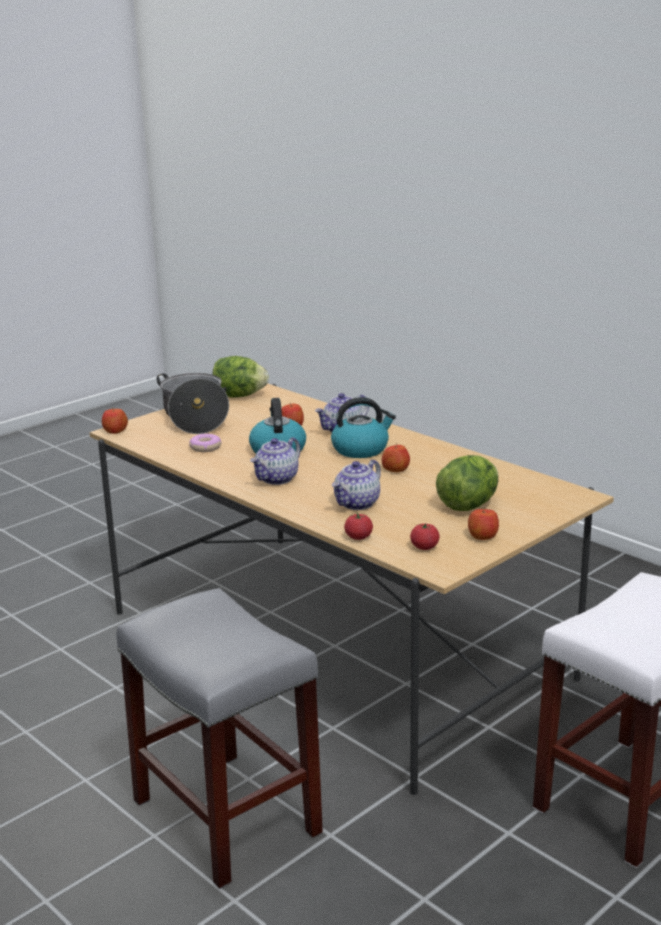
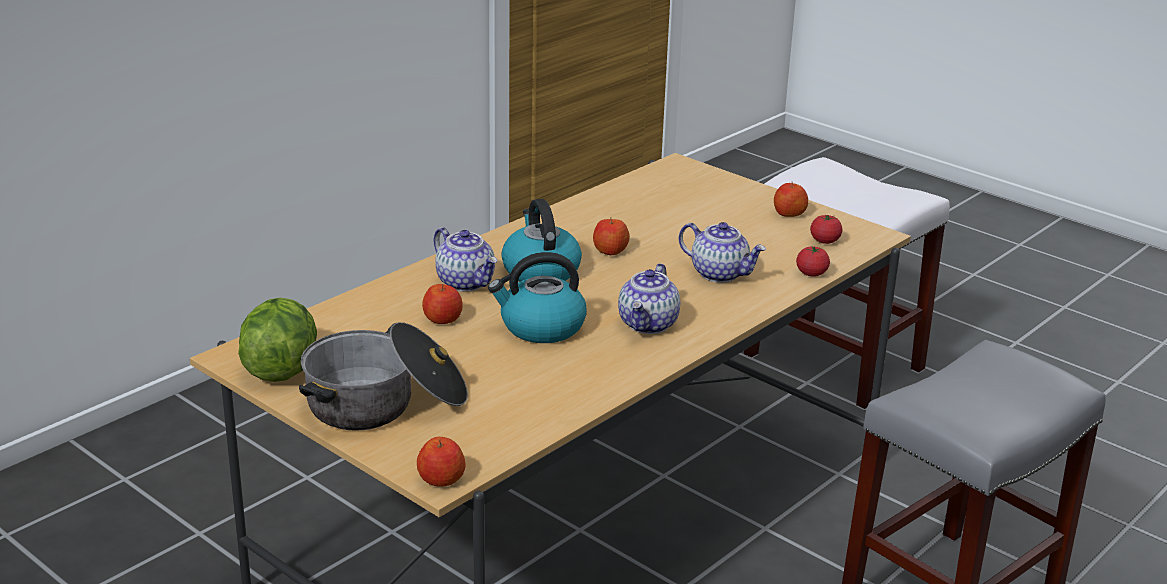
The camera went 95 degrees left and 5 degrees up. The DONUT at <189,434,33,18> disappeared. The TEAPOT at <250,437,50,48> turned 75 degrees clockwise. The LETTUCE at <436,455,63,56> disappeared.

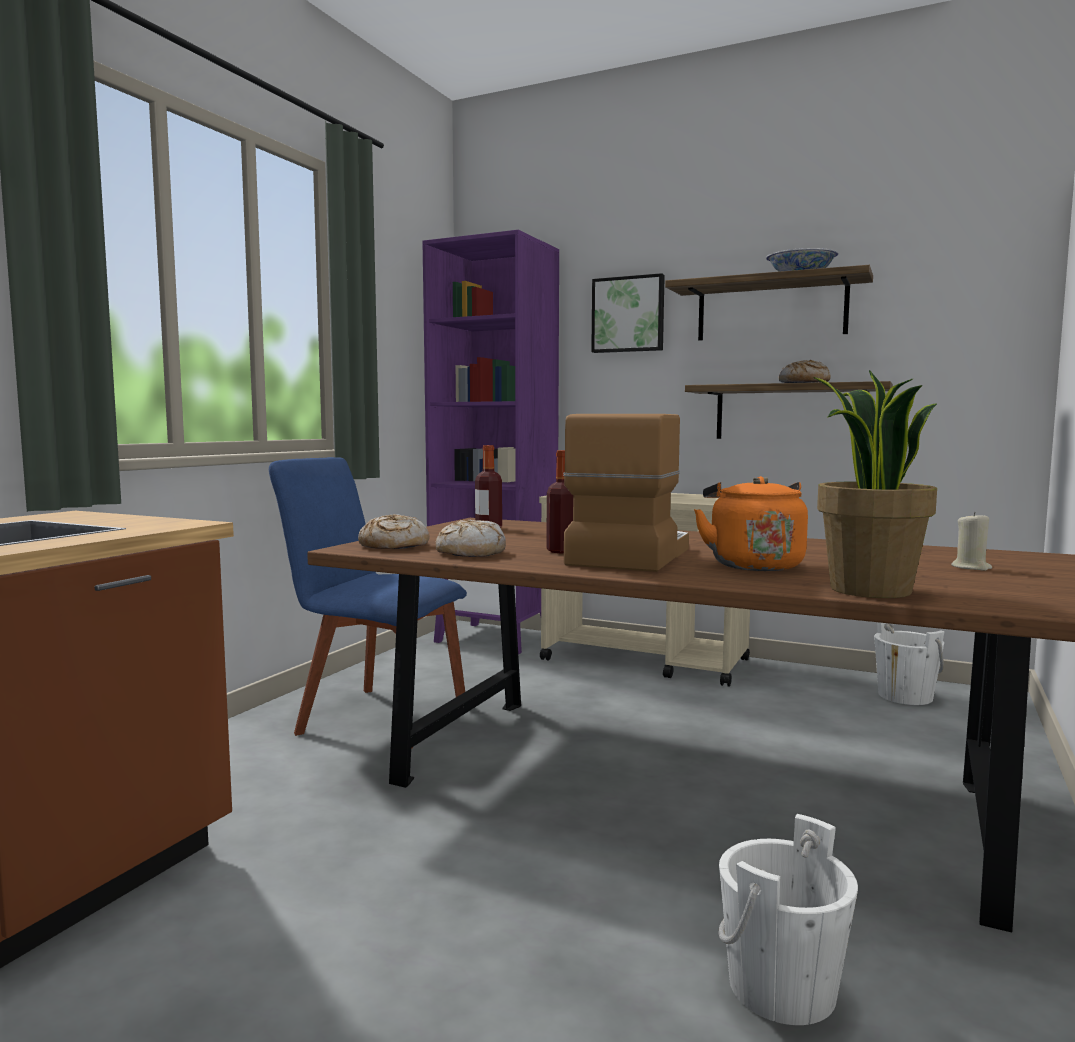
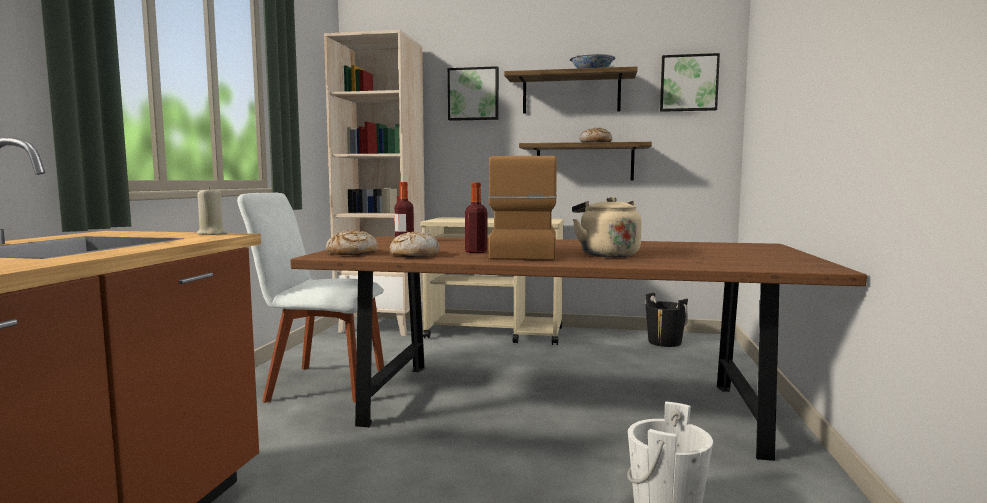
The camera went 15 degrees left and 0 degrees up. The BLUE CHAIR at <269,457,198,292> became the WHITE CHAIR at <237,193,147,210>. The PURPLE BOOKCASE at <422,230,137,424> became the BEIGE BOOKCASE at <324,30,101,306>. The ORANGE KETTLE at <694,476,114,95> became the BEIGE KETTLE at <572,197,70,60>. The POTTED PLANT at <814,370,123,228> disappeared. The WHITE BUCKET at <874,622,70,83> became the BLACK BUCKET at <645,293,43,54>. The BEIGE CANDLE moved from <951,512,41,59> to <197,187,31,48>. The PICTURE at <660,53,60,59> appeared.

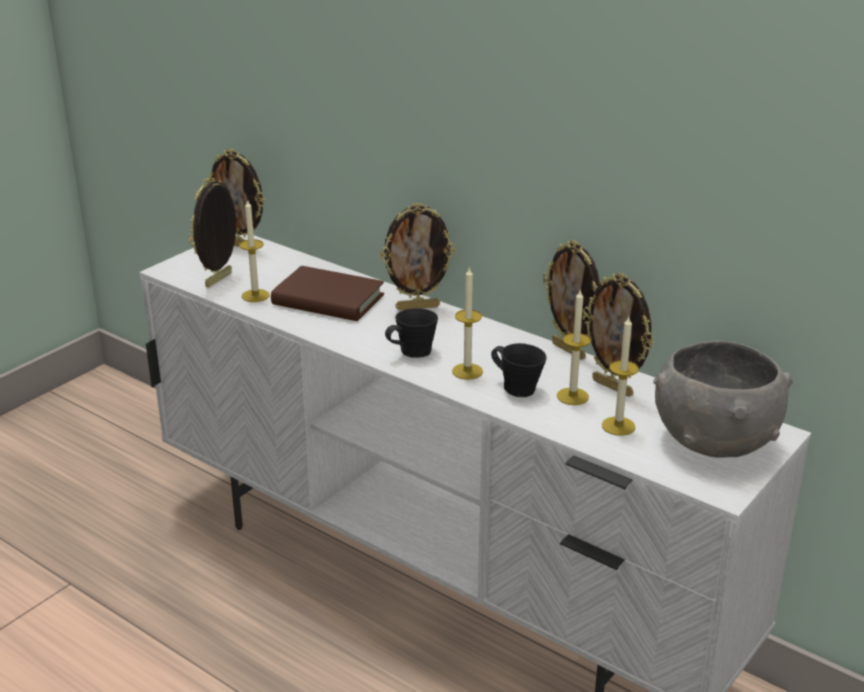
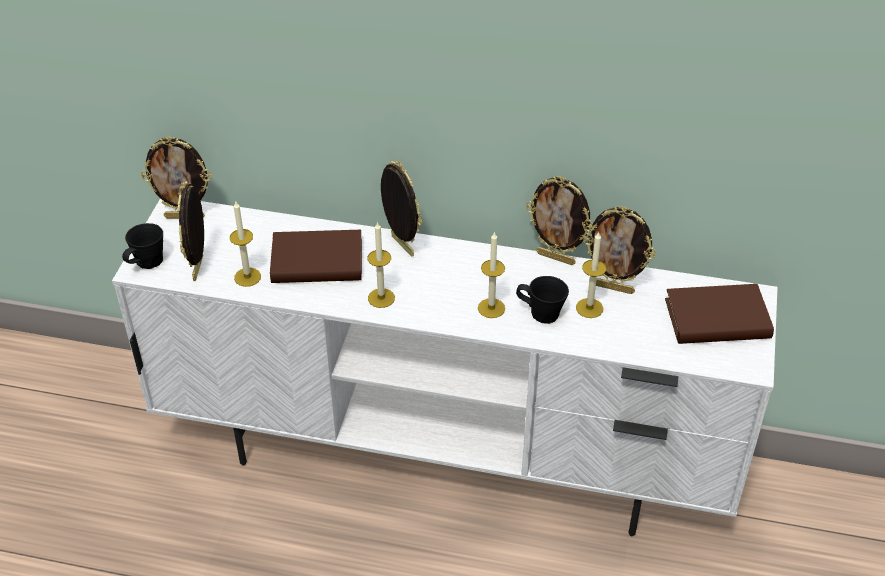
The camera went 25 degrees left and 15 degrees up. The PICTURE FRAME at <380,202,76,108> turned 90 degrees counterclockwise. The BLACK MUG moved from <385,308,53,50> to <122,223,41,46>. The CANDLE moved from <602,317,37,119> to <368,221,27,87>. The GREY BOWL at <653,340,140,118> was replaced by the BROWN BOOK at <665,284,109,60>.

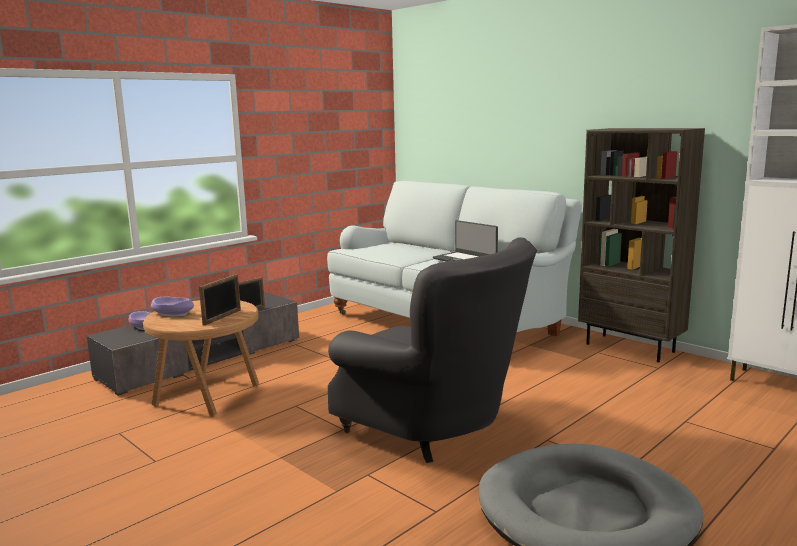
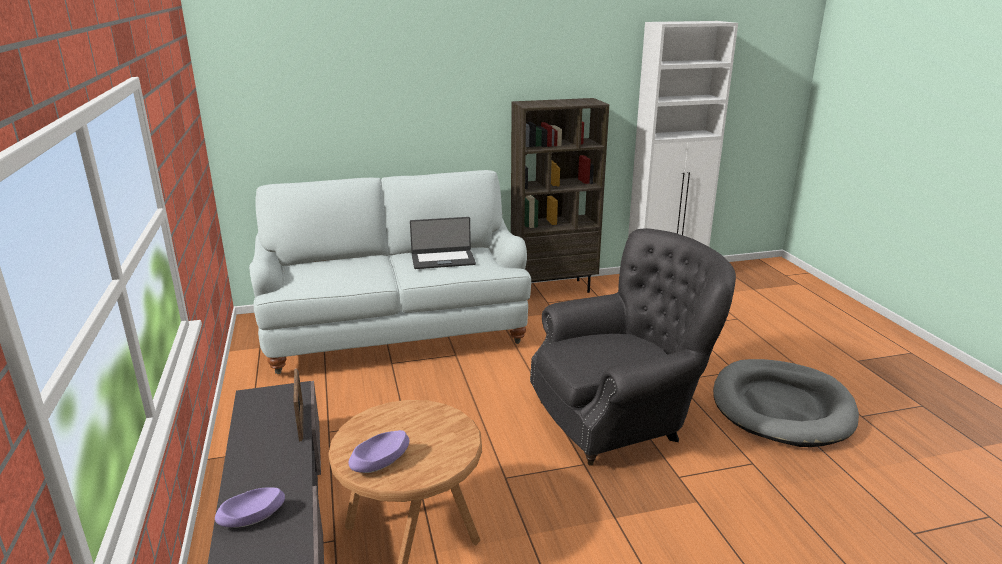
The camera went 60 degrees left and 10 degrees up. The PICTURE FRAME at <199,274,42,52> disappeared.

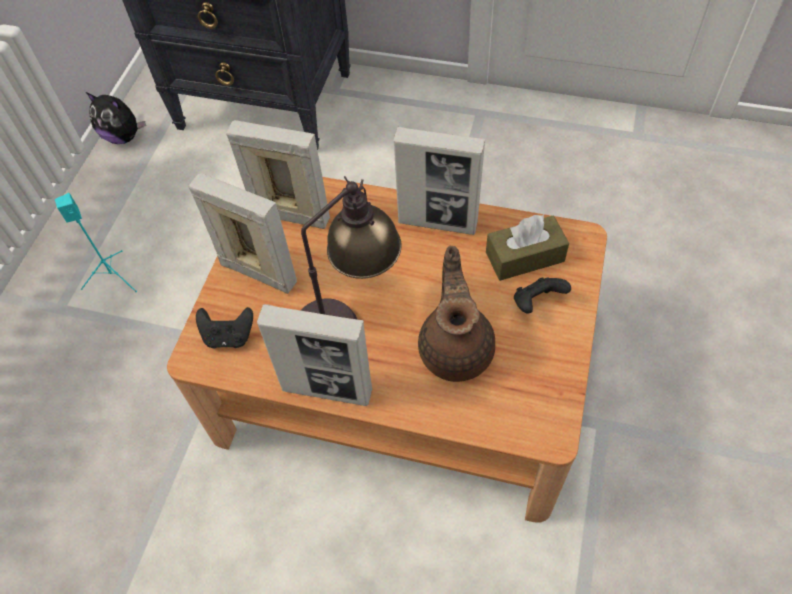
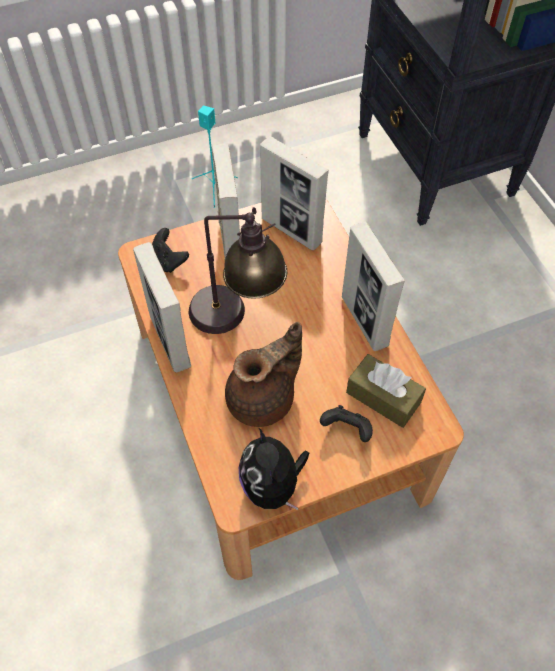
The camera went 50 degrees right and 0 degrees up. The PLUSH TOY moved from <86,92,60,52> to <239,428,70,82>. The PICTURE FRAME at <226,120,104,109> turned 150 degrees clockwise.

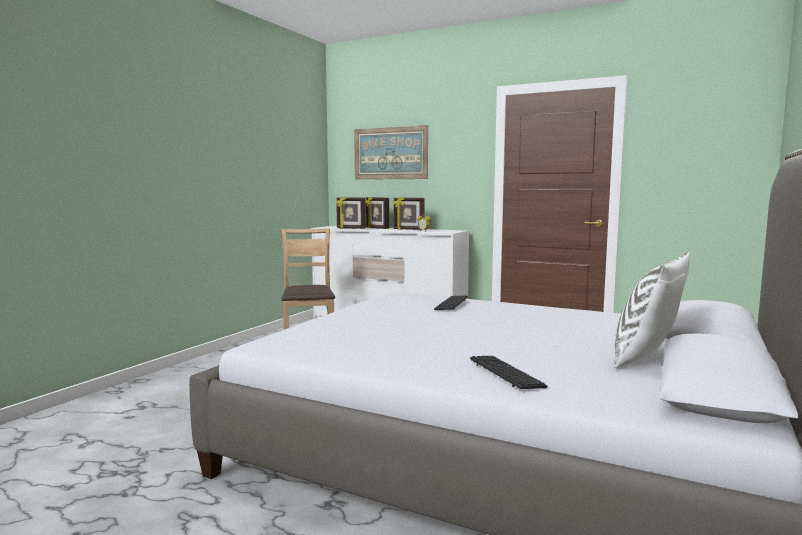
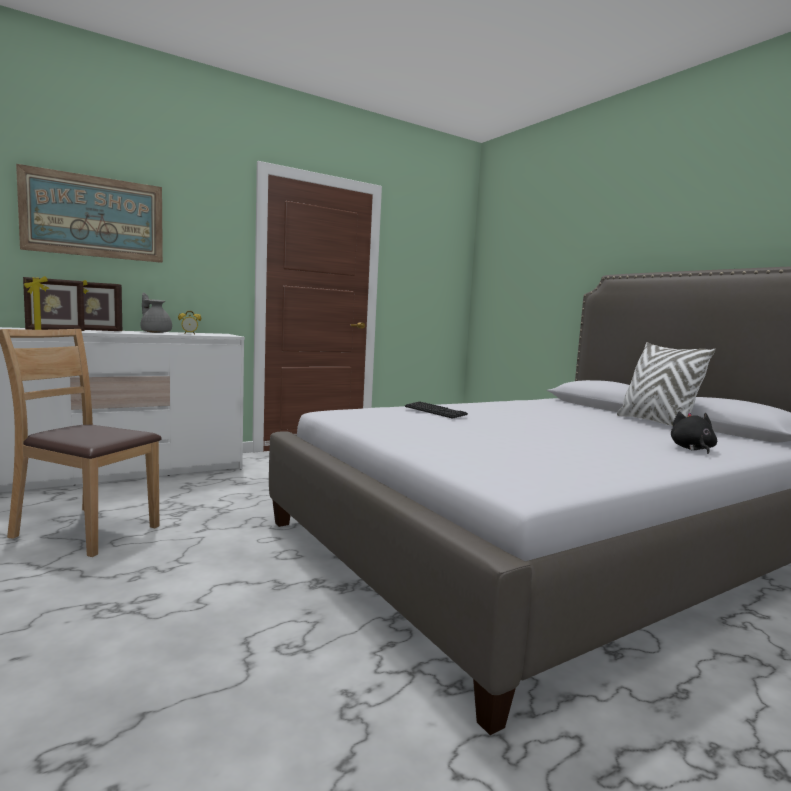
The camera went 60 degrees left and 0 degrees up. The PICTURE FRAME at <393,197,32,33> was replaced by the GREY TEAPOT at <140,292,32,41>. The KEYBOARD at <470,356,77,33> was replaced by the BLACK PLUSH TOY at <671,411,46,43>.

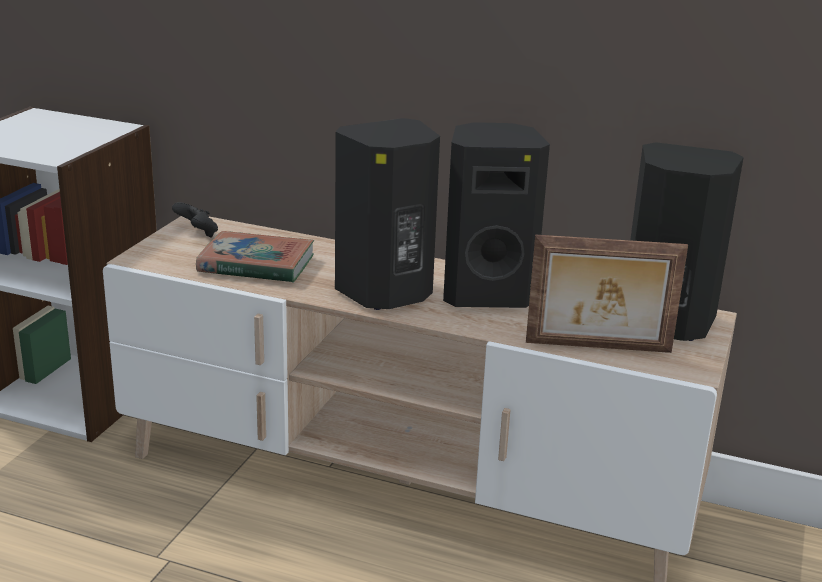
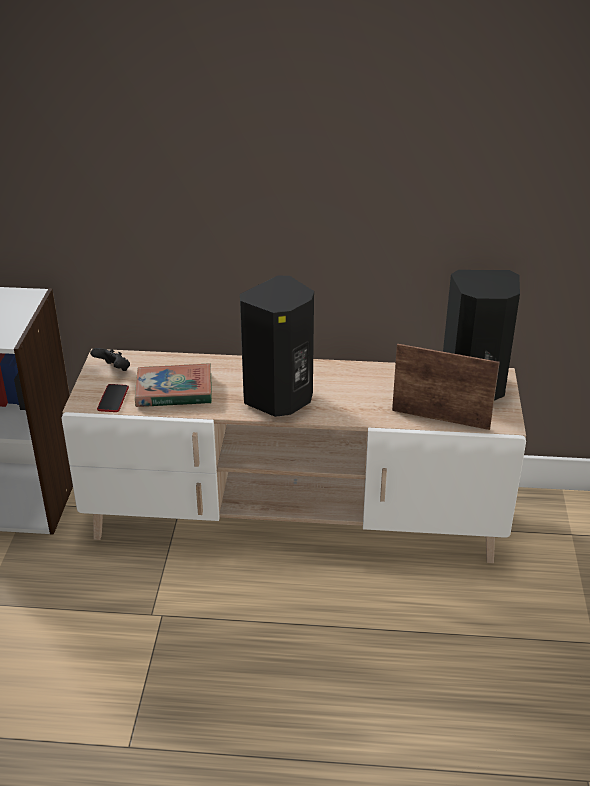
The camera went 15 degrees left and 10 degrees up. The BLACK SPEAKER at <443,122,107,186> disappeared. The PICTURE FRAME at <526,234,162,119> turned 150 degrees counterclockwise. The PHONE at <97,384,32,28> appeared.

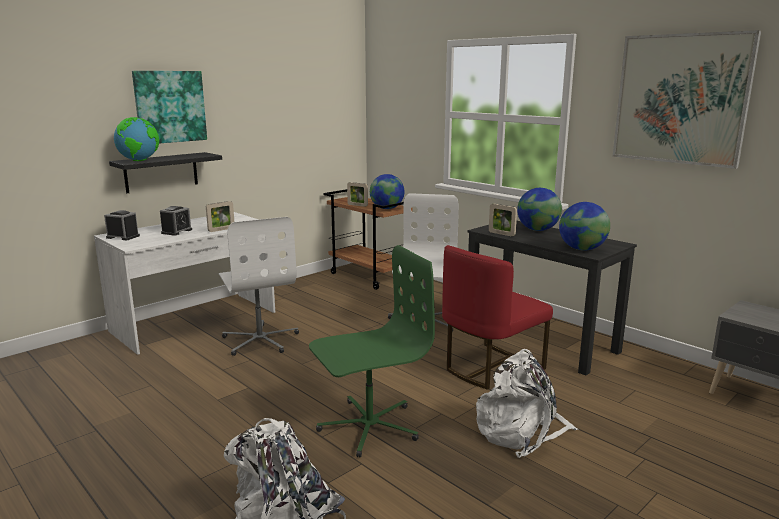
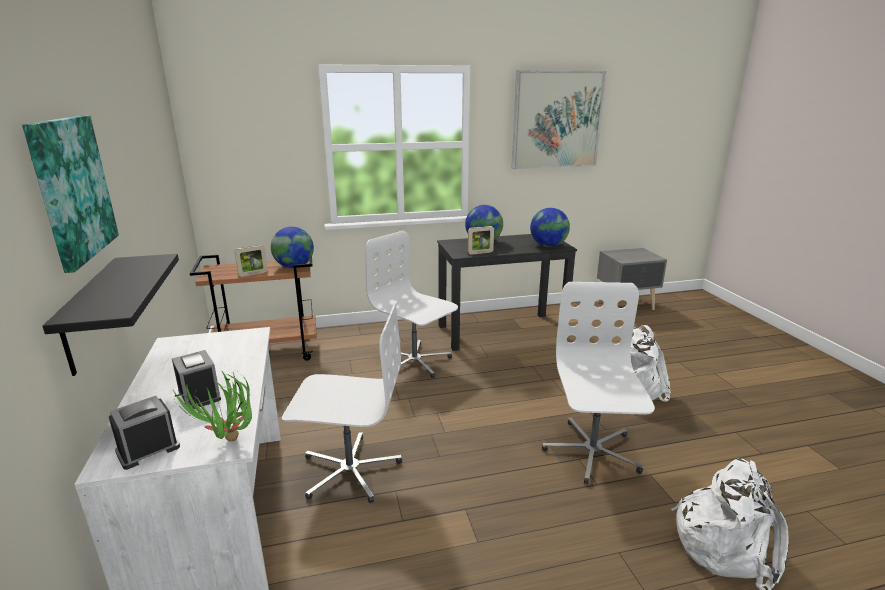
The camera went 60 degrees left and 5 degrees up. The GLOBE at <114,117,45,44> disappeared. The PICTURE FRAME at <206,201,28,31> disappeared. The GREEN OFFICE CHAIR at <309,245,126,212> became the WHITE OFFICE CHAIR at <542,282,113,202>. The RED CHAIR at <442,245,111,145> disappeared. The POTTED PLANT at <173,370,79,72> appeared.

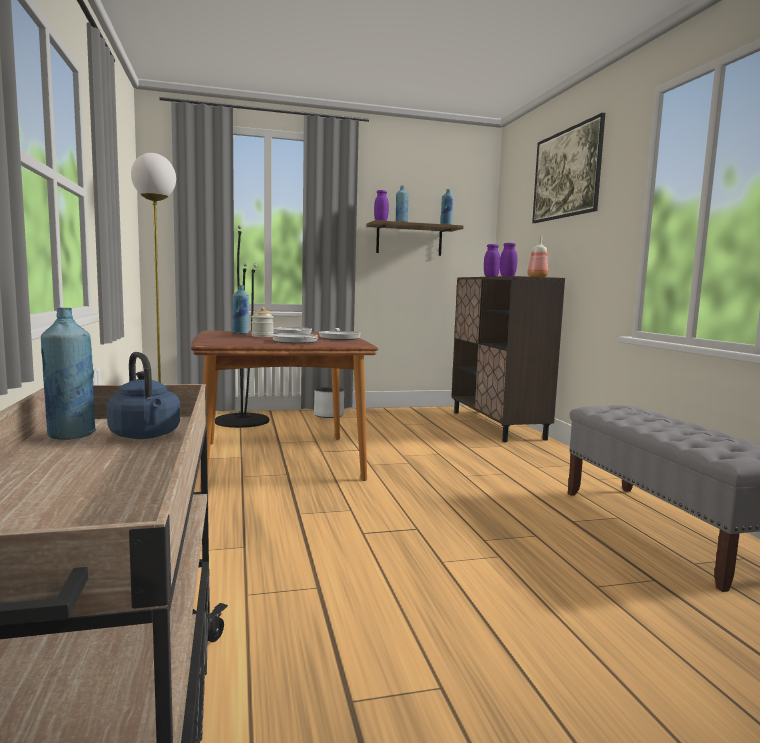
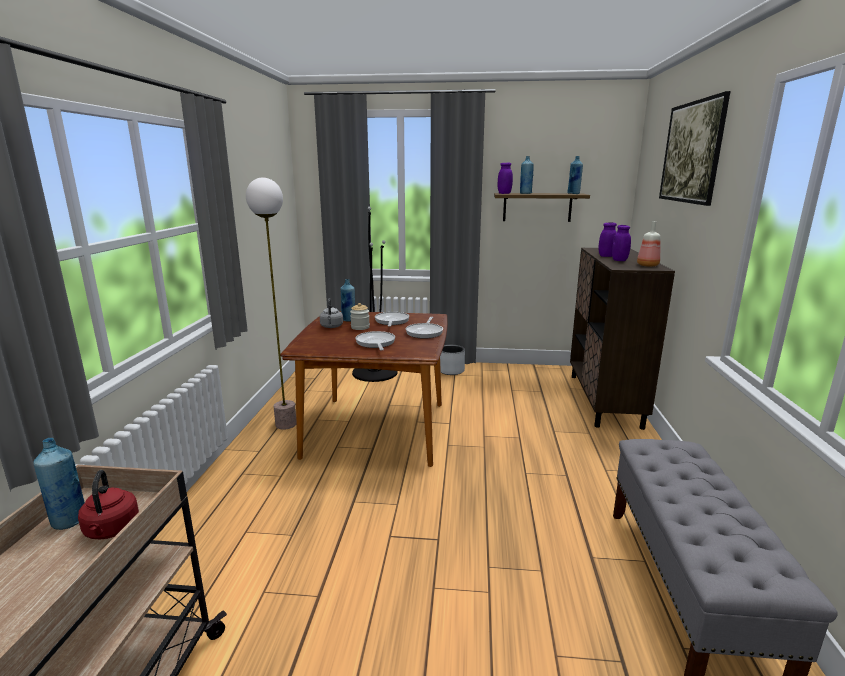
The camera went 20 degrees right and 10 degrees up. The BLUE KETTLE at <107,352,73,87> became the RED KETTLE at <78,470,61,69>. The GREY KETTLE at <320,298,23,30> appeared.

